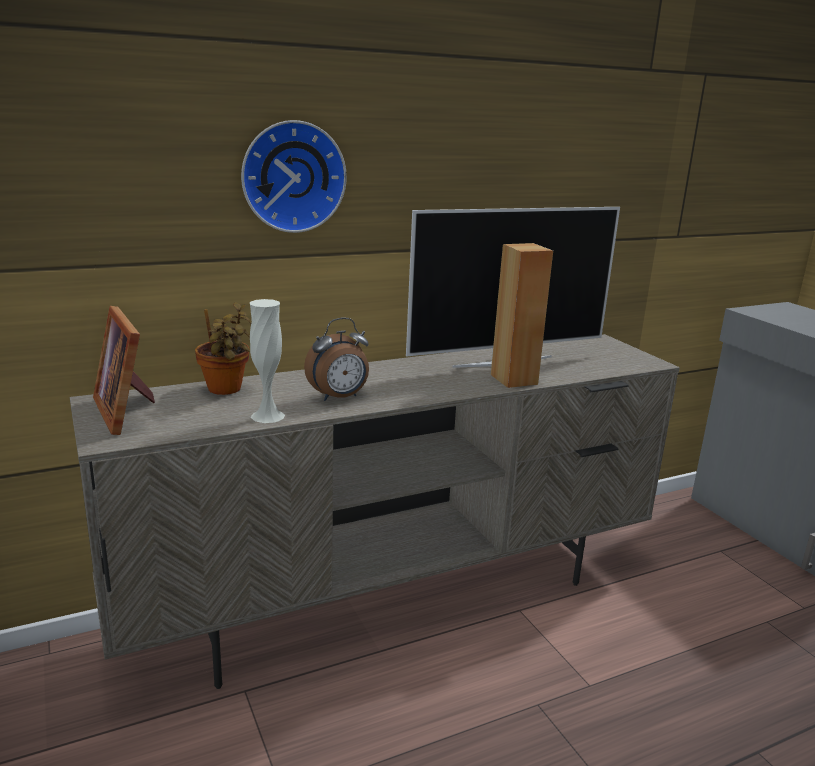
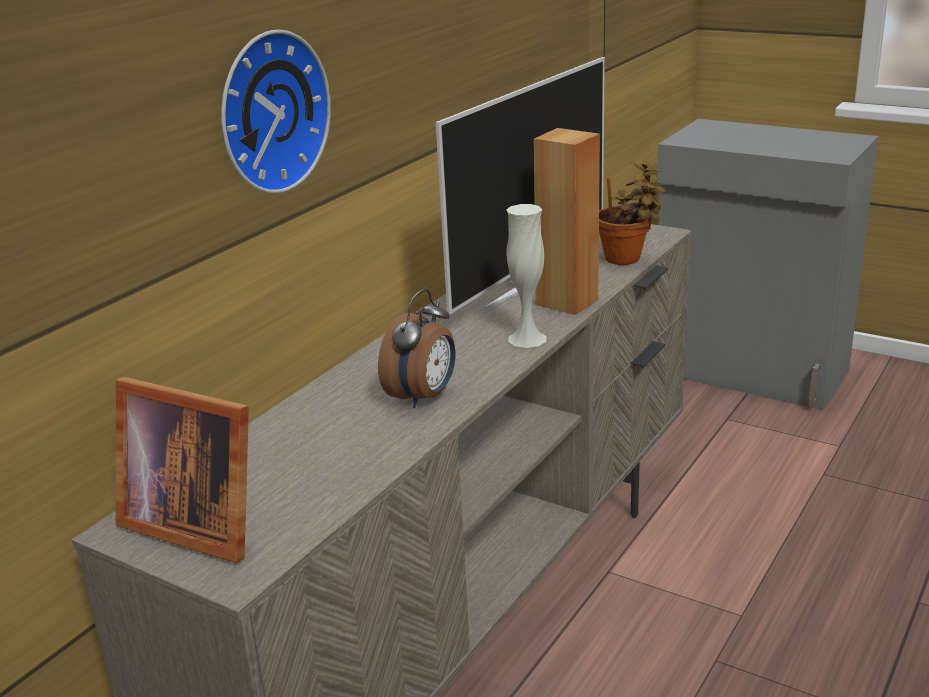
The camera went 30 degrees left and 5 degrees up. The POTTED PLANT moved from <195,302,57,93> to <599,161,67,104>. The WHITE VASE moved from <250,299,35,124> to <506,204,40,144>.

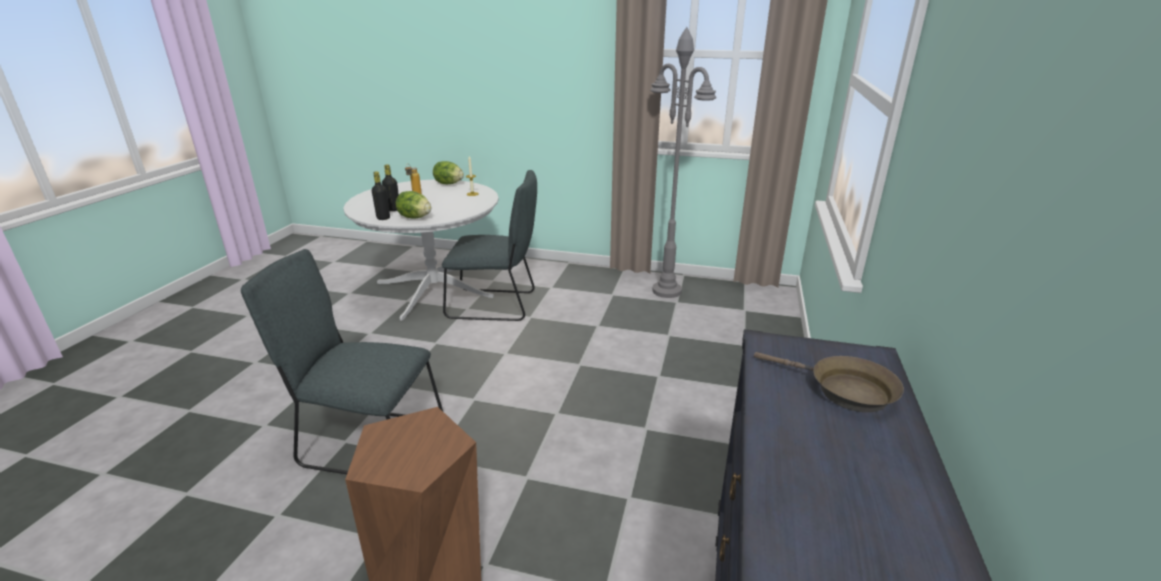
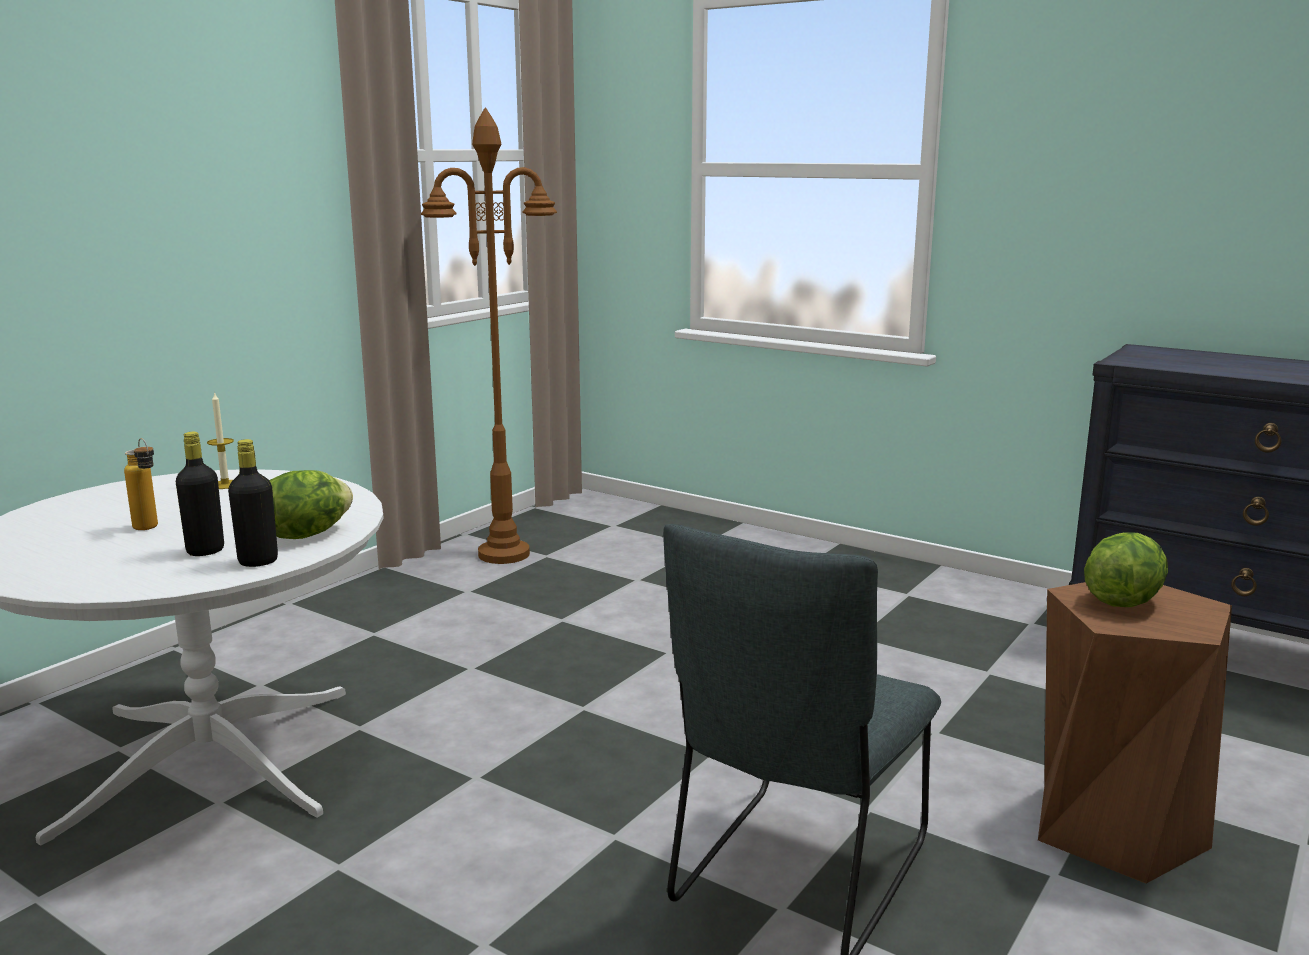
The camera went 70 degrees left and 10 degrees down. The LETTUCE moved from <433,161,31,23> to <1084,532,84,75>. The GREY CHAIR at <442,170,95,151> disappeared. The GREY FLOOR LAMP at <650,27,66,271> became the BROWN FLOOR LAMP at <421,107,136,457>. The BROWN FRYING PAN at <754,352,150,60> disappeared.

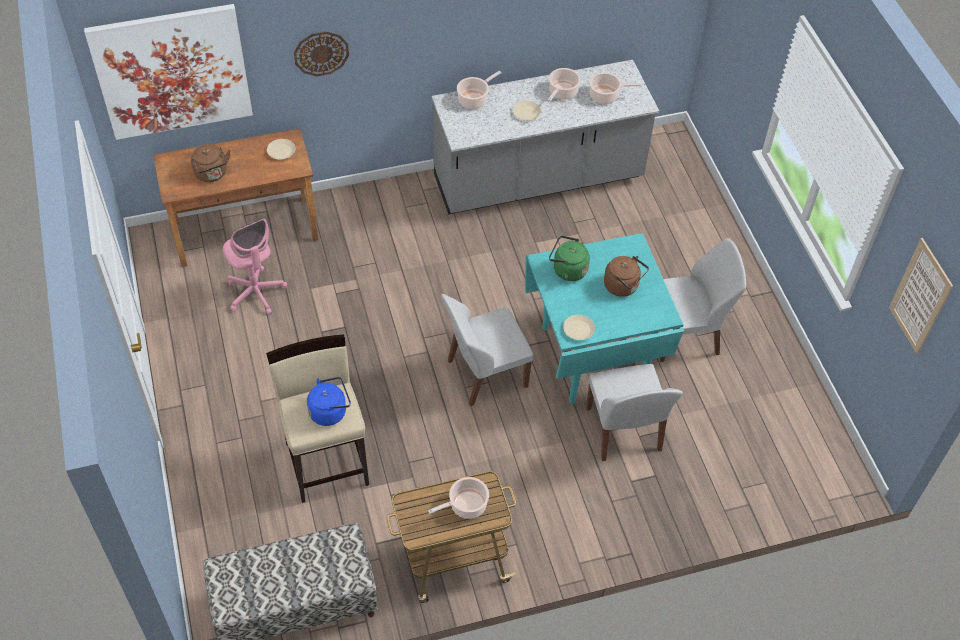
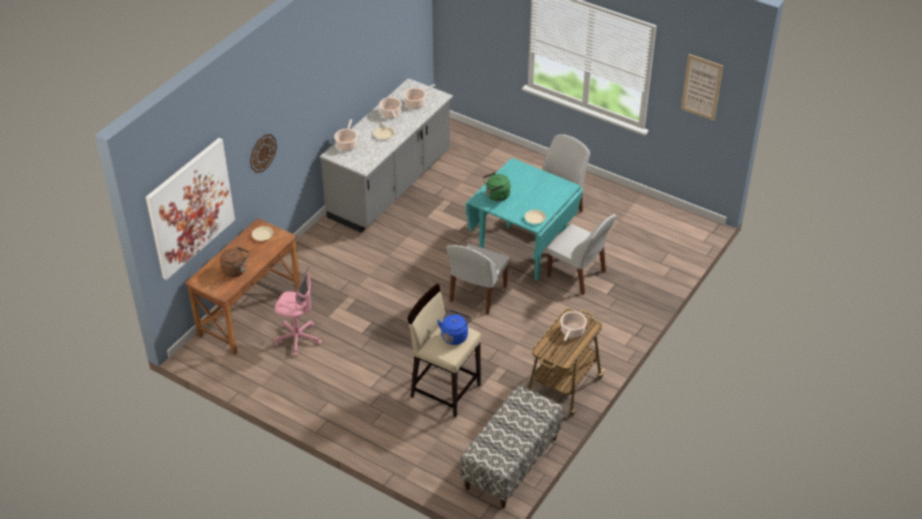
The camera went 40 degrees left and 10 degrees down. The BROWN KETTLE at <604,256,45,41> disappeared.

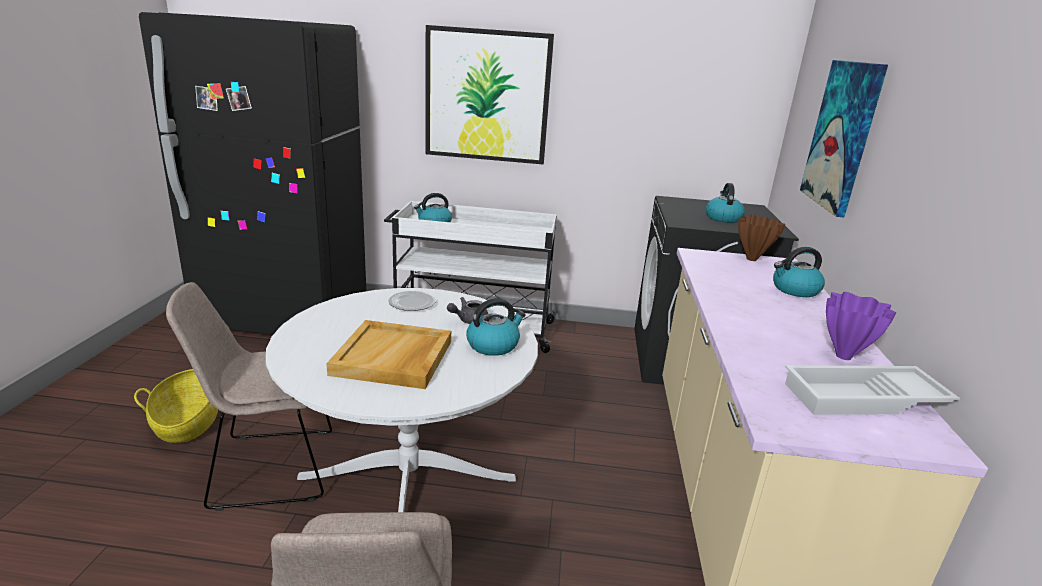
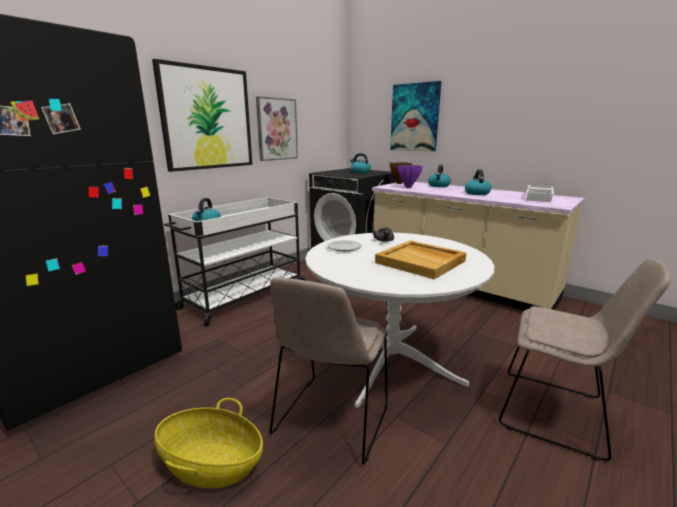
The camera went 55 degrees left and 5 degrees down. The KETTLE moved from <467,298,59,58> to <465,169,26,26>. The PURPLE VASE moved from <826,292,70,68> to <398,165,25,23>. The PICTURE at <256,96,42,65> appeared.

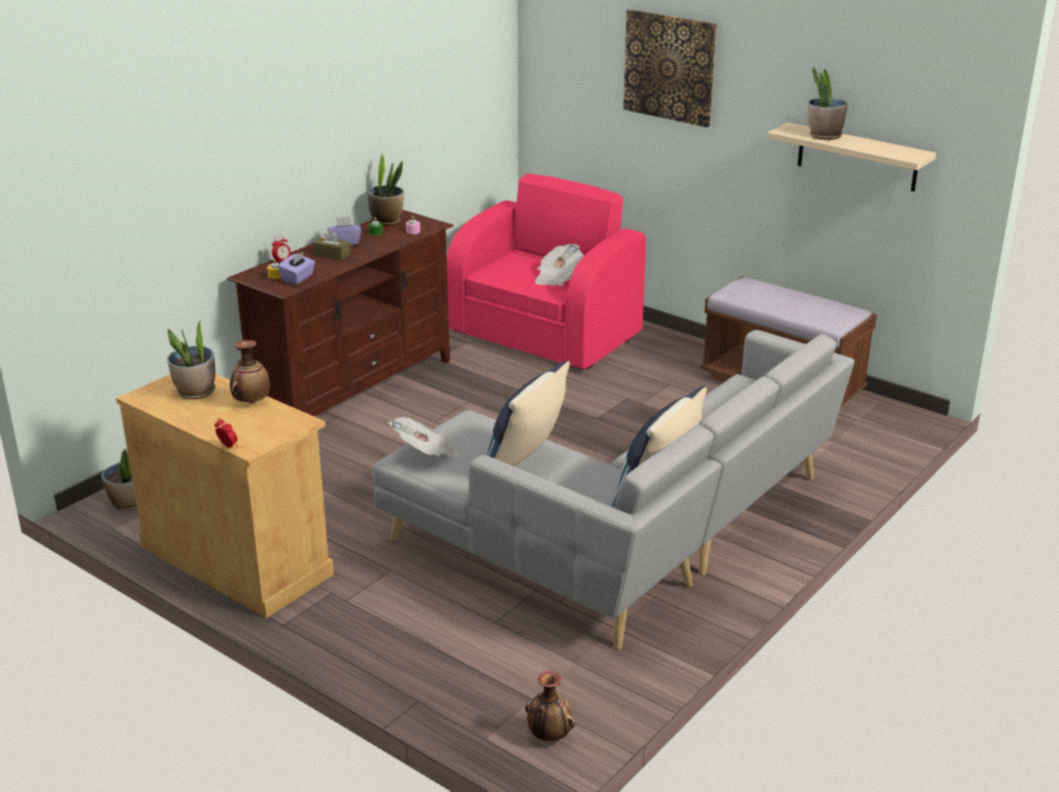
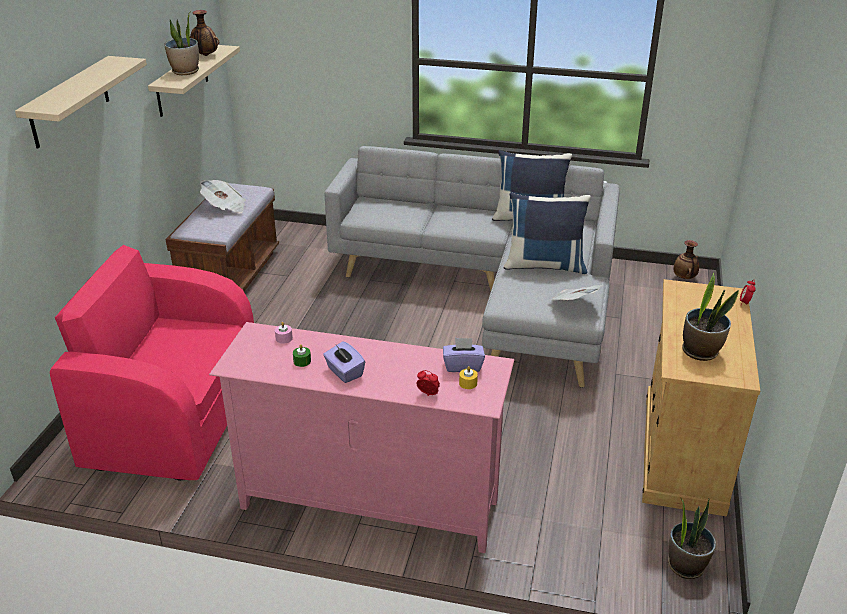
The camera went 115 degrees left and 5 degrees up. The BROWN TV STAND at <227,210,227,206> became the PINK TV STAND at <209,322,306,231>. The VASE moved from <230,340,40,63> to <190,10,29,46>. The BROWN TISSUE BOX at <313,229,37,31> disappeared. The POTTED PLANT at <368,152,36,74> disappeared. The NEWSPAPER moved from <535,244,49,42> to <200,180,46,33>. The PICTURE at <623,9,94,118> was replaced by the BEIGE SHELF at <15,56,132,93>.

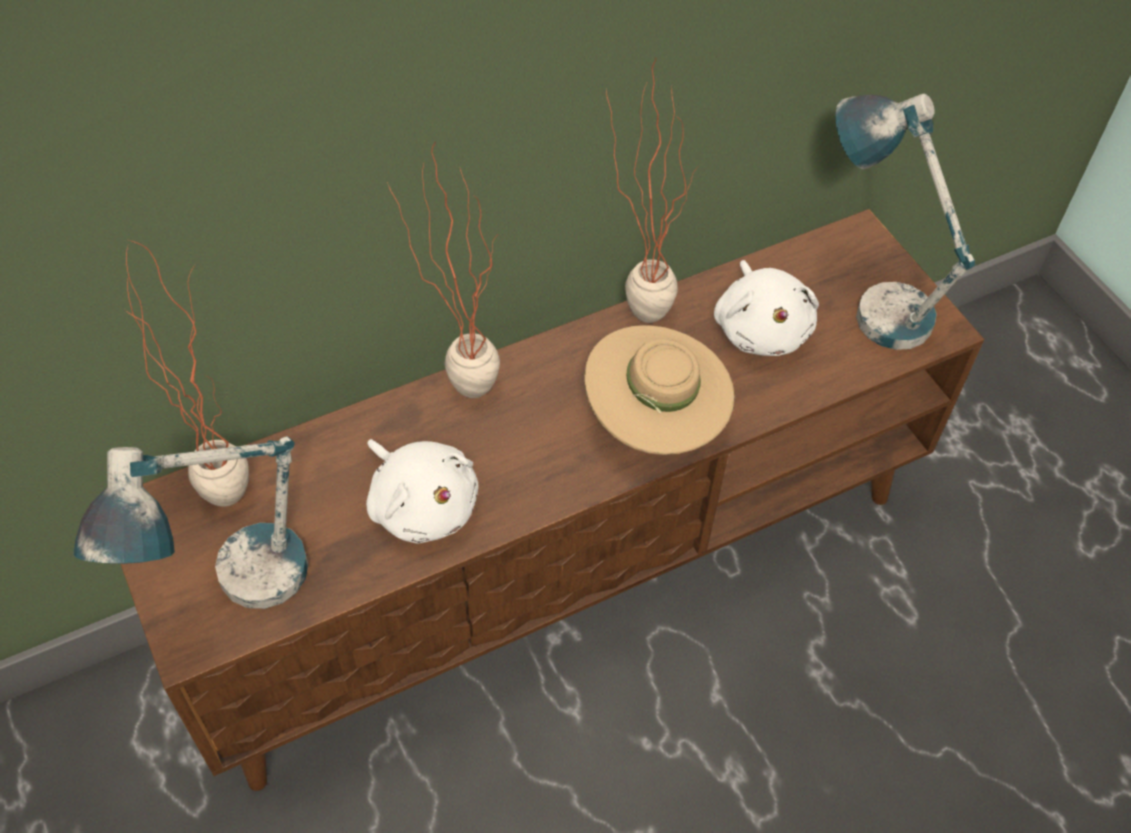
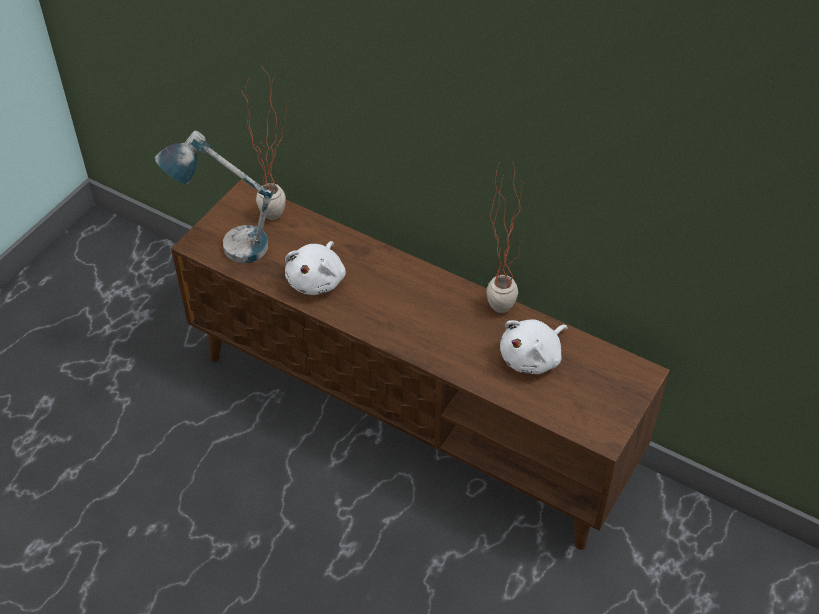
The camera went 60 degrees right and 5 degrees down. The POTTED PLANT at <387,141,113,257> disappeared. The BEIGE HAT at <584,325,150,130> disappeared. The TABLE LAMP at <835,94,140,256> disappeared.

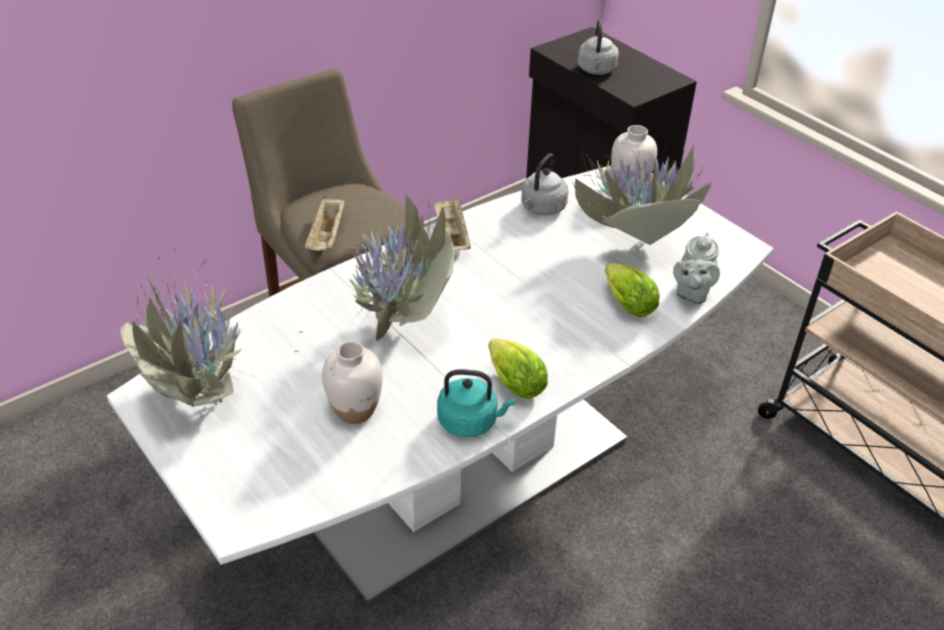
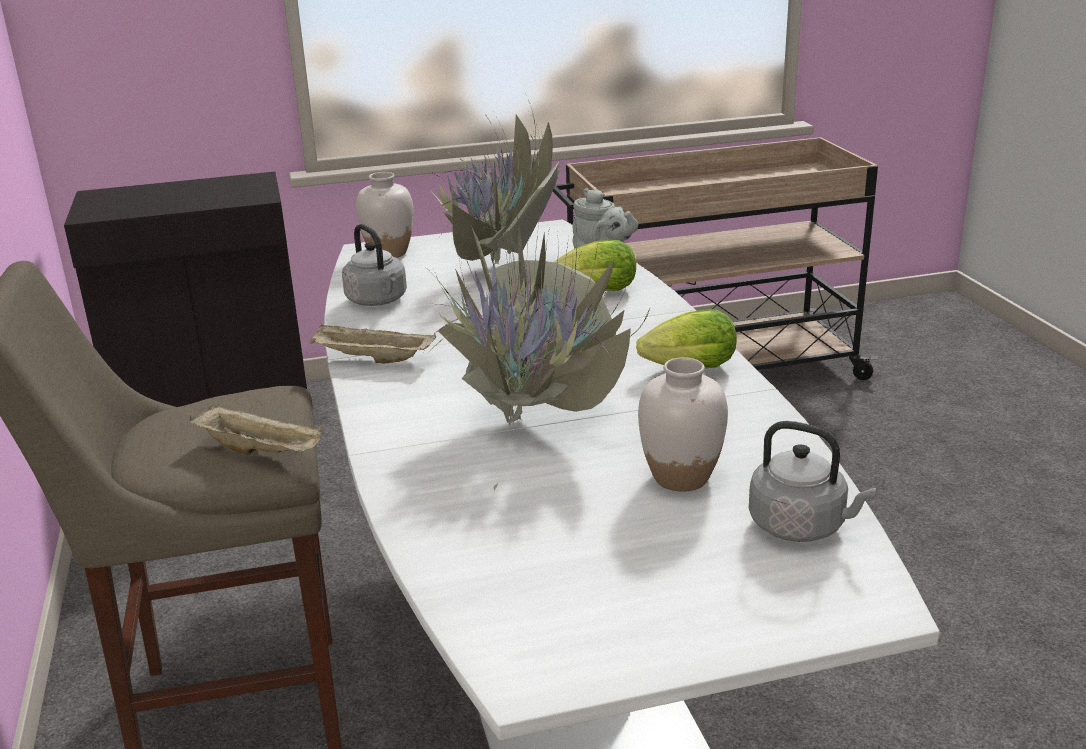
The camera went 65 degrees left and 15 degrees down. The POTTED PLANT at <120,249,179,158> disappeared. The TURQUOISE KETTLE at <437,369,78,69> disappeared. The GREY KETTLE moved from <578,20,41,55> to <749,421,127,121>.

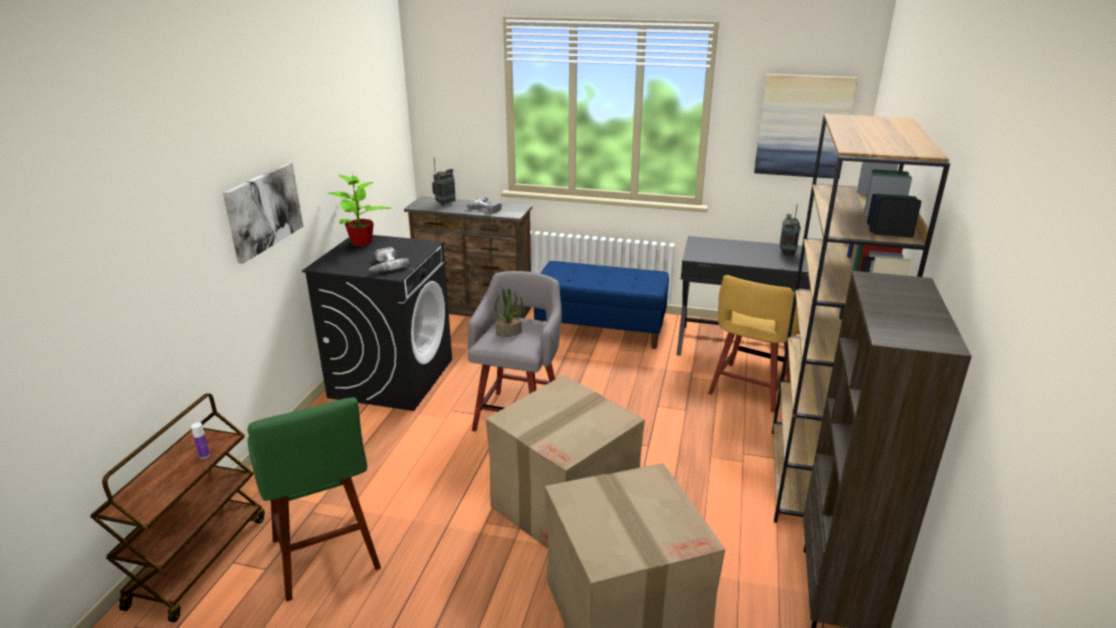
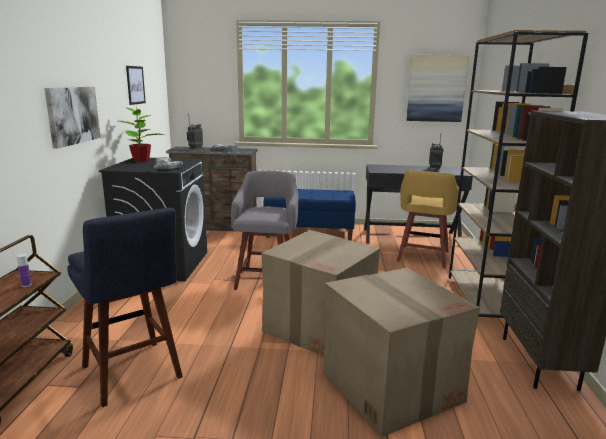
The camera went 10 degrees left and 10 degrees down. The GREEN STOOL at <247,397,134,205> became the BLUE STOOL at <67,208,116,199>. The POTTED PLANT at <495,287,28,50> disappeared. The PICTURE at <126,66,20,39> appeared.

